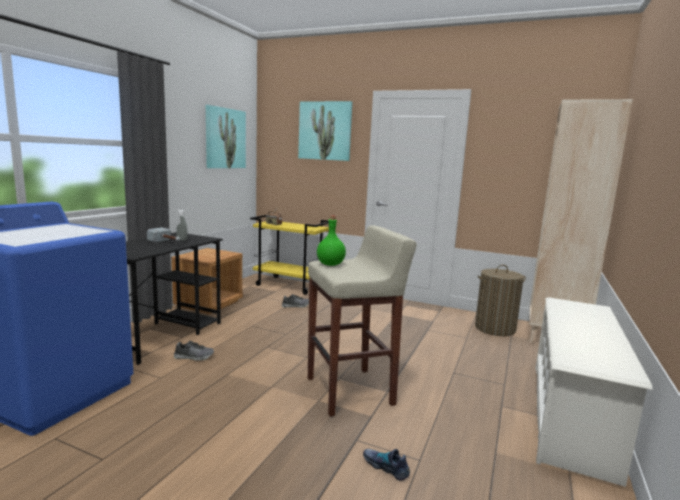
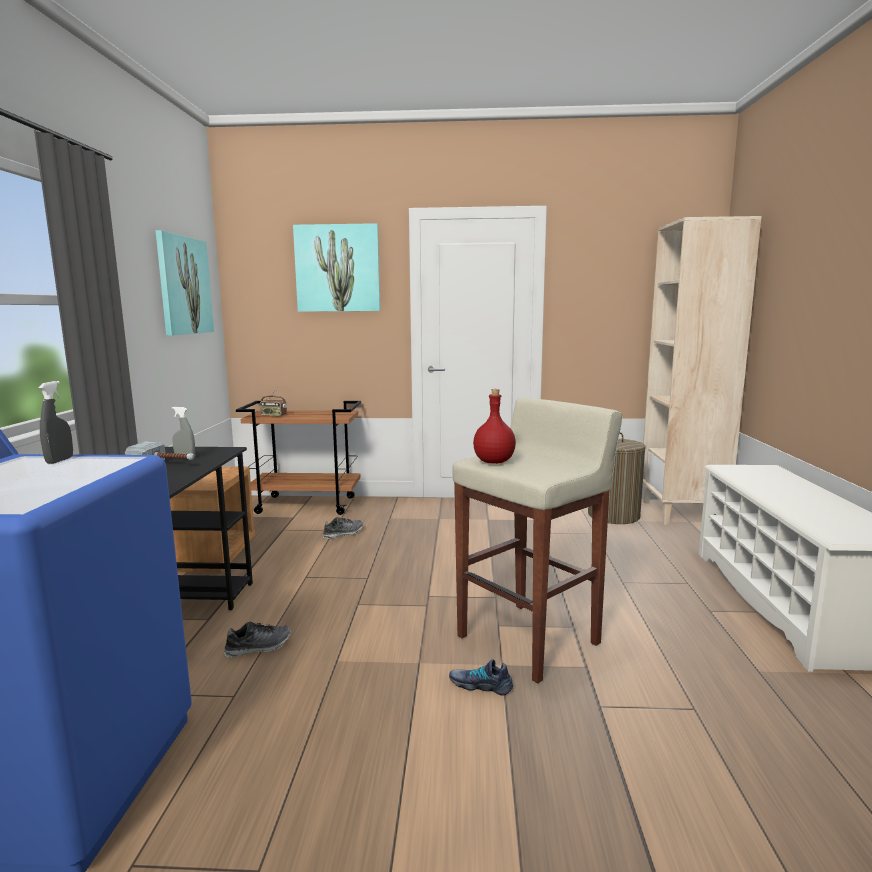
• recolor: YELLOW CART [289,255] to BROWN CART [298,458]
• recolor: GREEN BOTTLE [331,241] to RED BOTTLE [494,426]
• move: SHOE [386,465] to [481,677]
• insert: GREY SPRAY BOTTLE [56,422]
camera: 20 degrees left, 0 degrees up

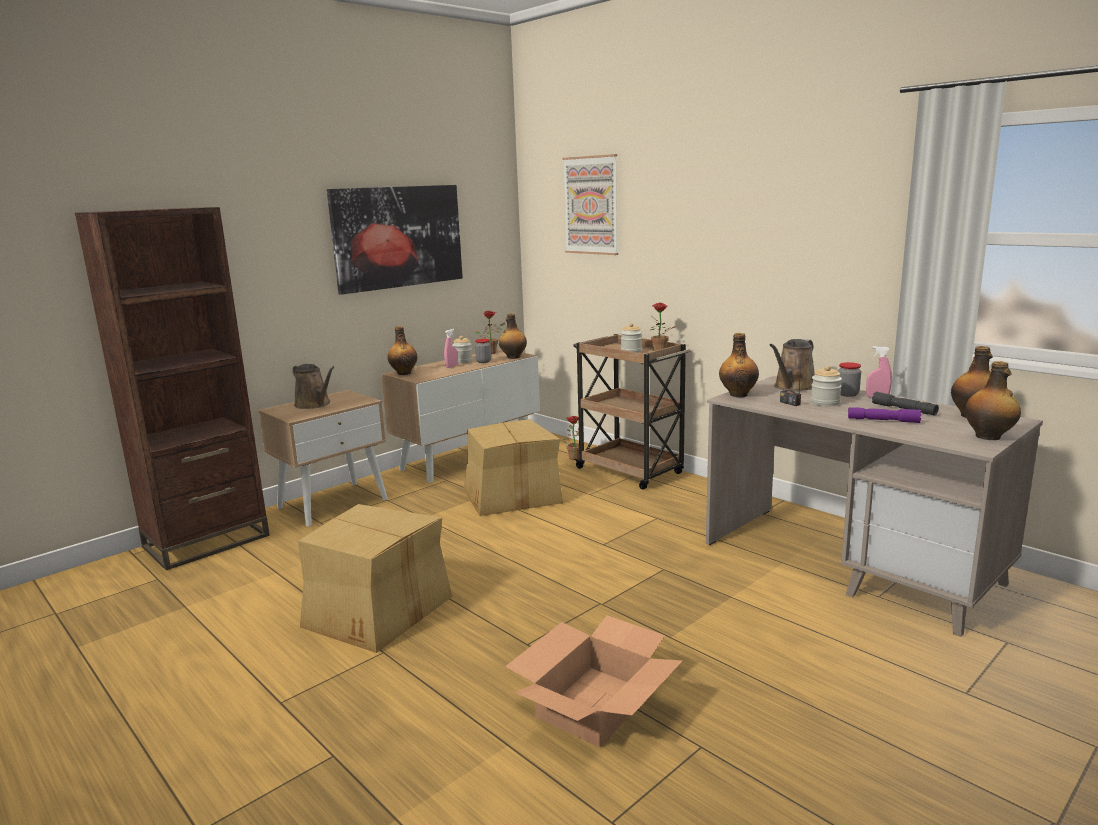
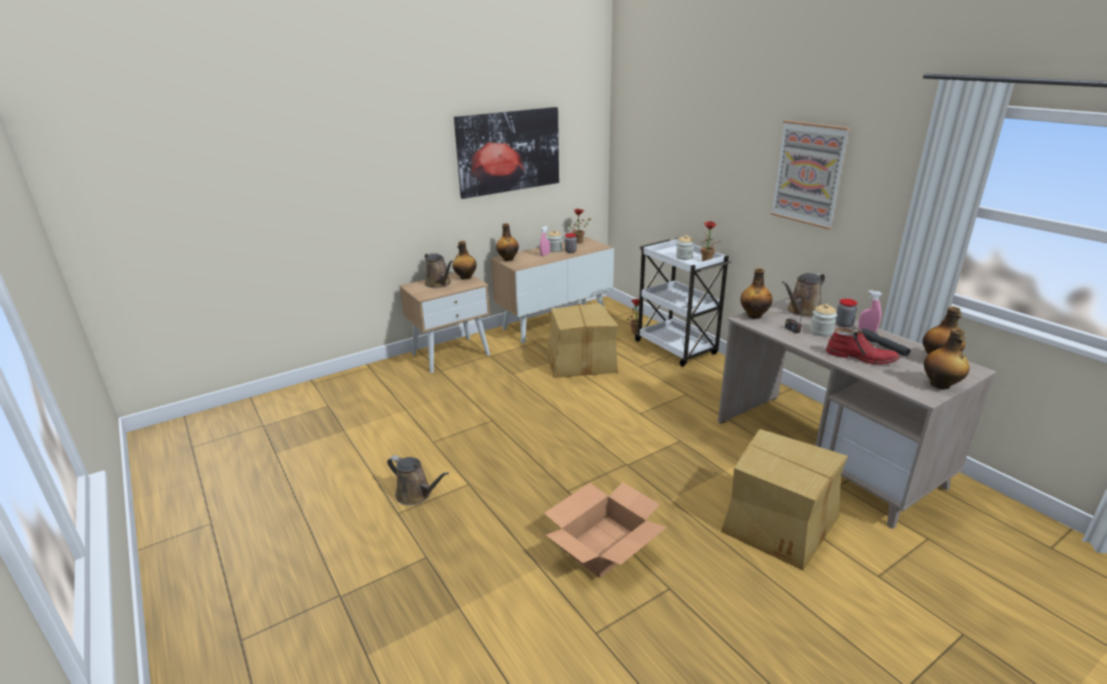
• delete: BROWN BOOKCASE [172,388]
• move: CARDBOARD BOX [375,578] to [784,499]
• move: BOTTLE [513,336] to [464,260]
• move: PICTURE [590,204] to [810,175]
• recolor: BROWN CART [632,412] to WHITE CART [683,302]
• replace: PURPLE FLASHLIGHT [884,415] to RED BOOT [863,346]
• insert: BROWN WATERING CAN [418,480]
camera: 10 degrees right, 10 degrees up

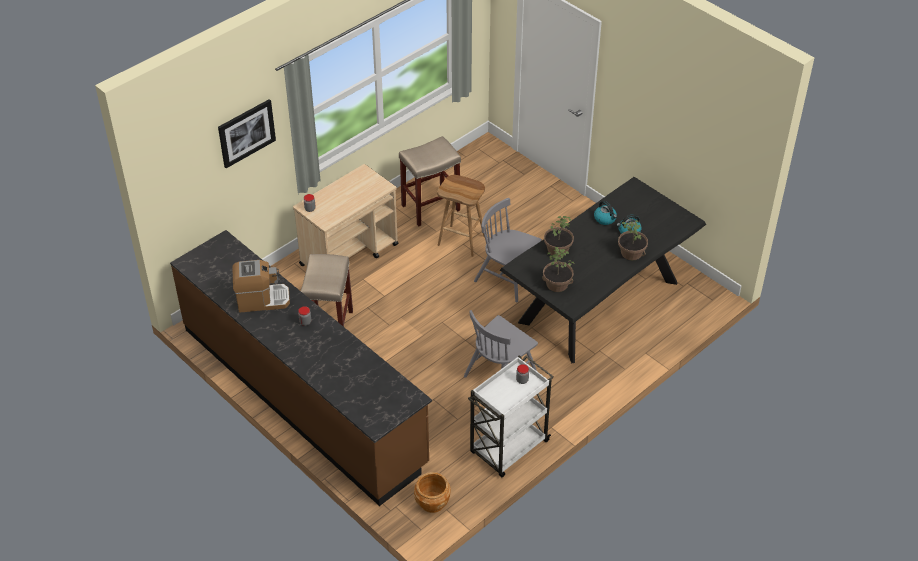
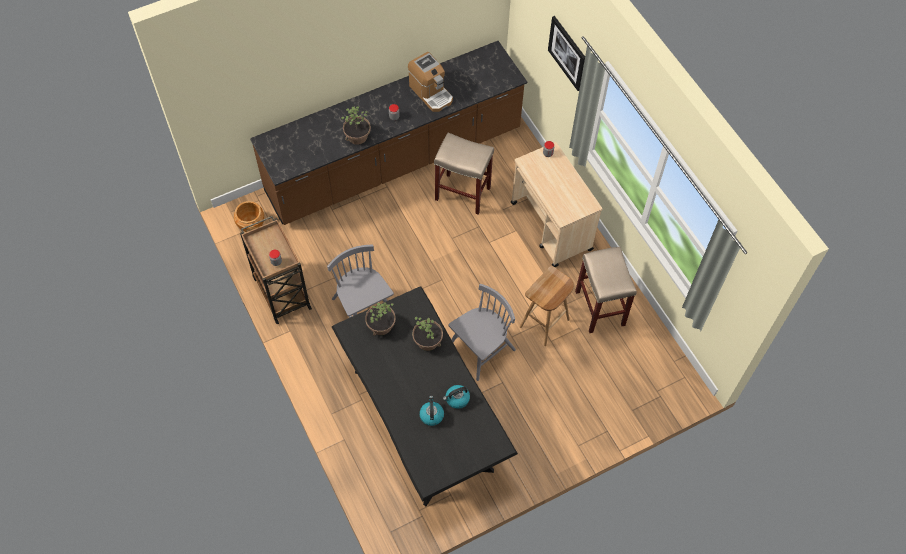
• rotate: COFFEE MACHINE [261,286] = [430,82] 45 degrees counterclockwise
• recolor: WHITE CART [511,416] to BROWN CART [276,270]
• move: POTTED PLANT [633,240] to [356,125]
camera: 105 degrees right, 15 degrees up

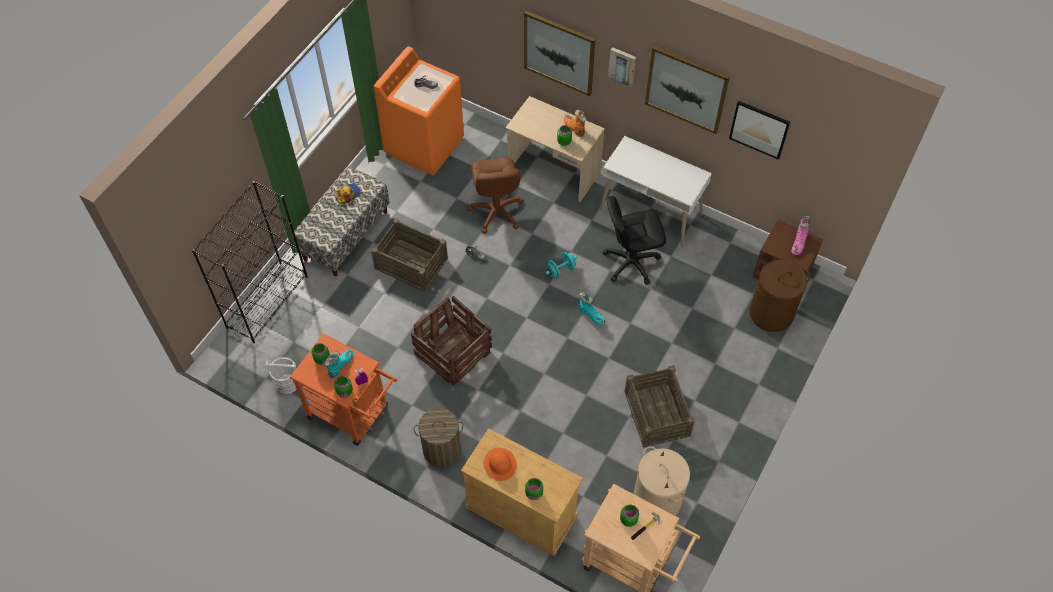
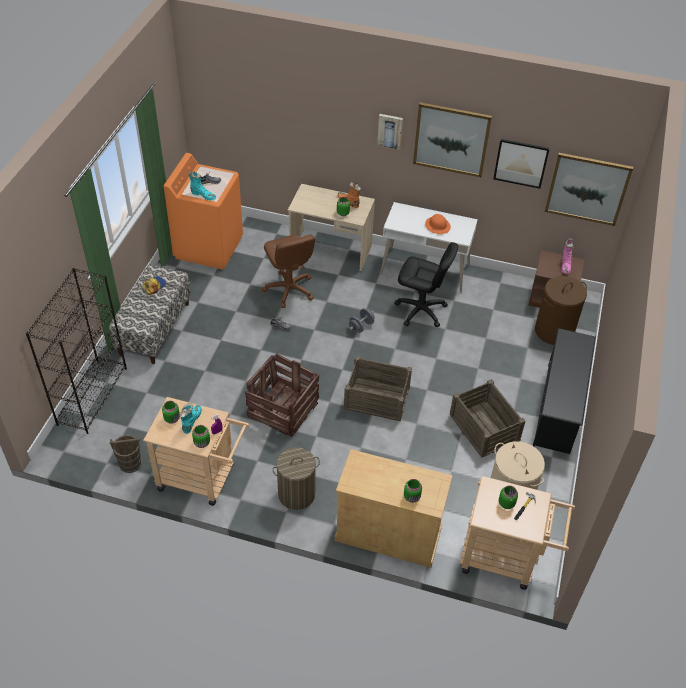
• recolor: WHITE BUCKET [281,375] to BROWN BUCKET [125,454]
• recolor: ORANGE CART [343,389] to BEIGE CART [196,451]
• move: CRATE [409,255] to [378,388]
• move: ORANGE HARD HAT [500,464] to [438,224]
• move: PICTURE [559,53] to [589,189]
• recolor: TURQUOISE DUMBBELL [561,265] to GREY DUMBBELL [362,320]
• move: TURQUOISE BOOT [592,308] to [202,185]
• rotate: BLACK OFFICE CHAIR [634,240] = [426,284] 135 degrees counterclockwise
• insert: BLACK SHOE RACK [564,391]
camera: 15 degrees left, 10 degrees down

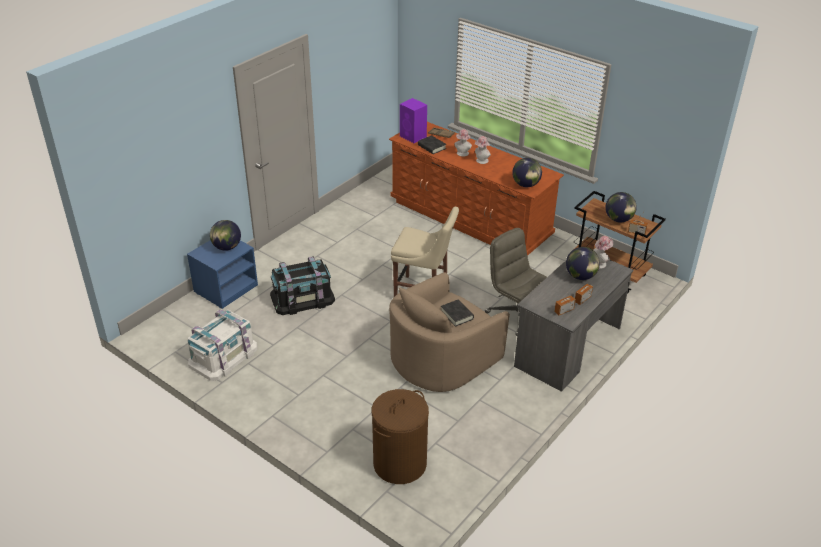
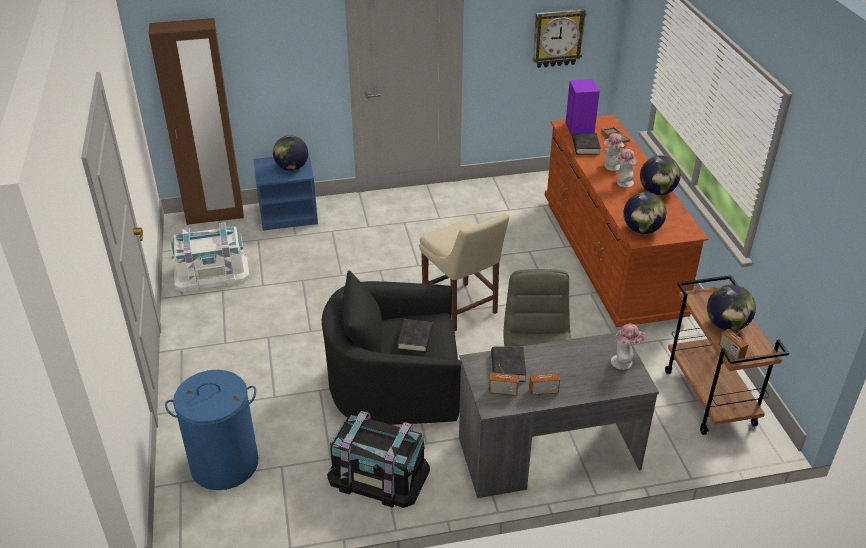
• move: BLACK STORAGE BOX [302,285] to [378,459]
• recolor: BROWN LAUNDRY BASKET [400,436] to BLUE LAUNDRY BASKET [211,430]
• recolor: BEIGE ARMCHAIR [449,332] to BLACK ARMCHAIR [391,347]
• move: GLOBE [583,263] to [660,175]
• insert: BROWN WARDROBE [196,121]
• insert: BLACK BOOK [508,364]
• insert: WALL CLOCK [559,38]
camera: 40 degrees right, 0 degrees up

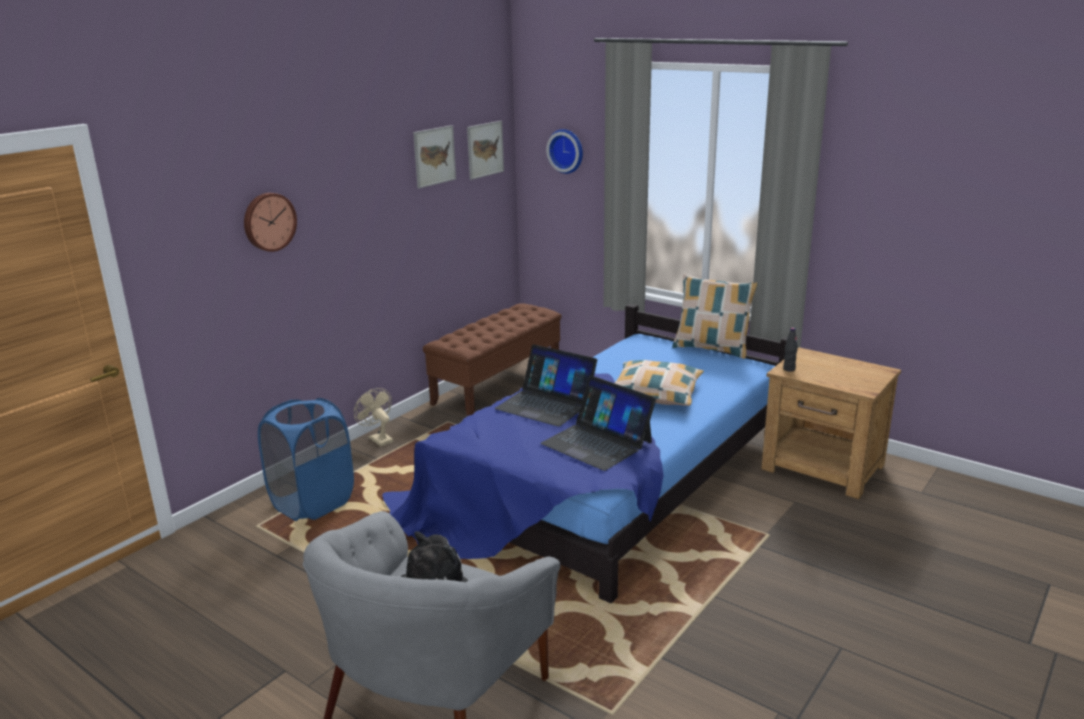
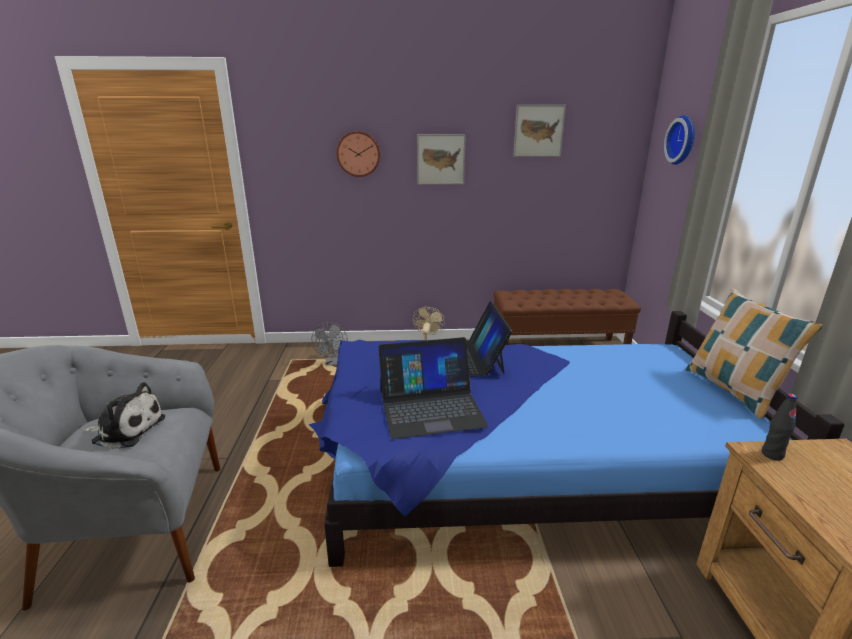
• replace: BLUE LAUNDRY BASKET [306,459] to GREY FAN [329,343]
• move: PICTURE [485,150] to [441,159]
• rotate: LAPTOP [598,423] = [433,388] 105 degrees counterclockwise
• delete: PILLOW [659,383]
camera: 50 degrees right, 0 degrees up

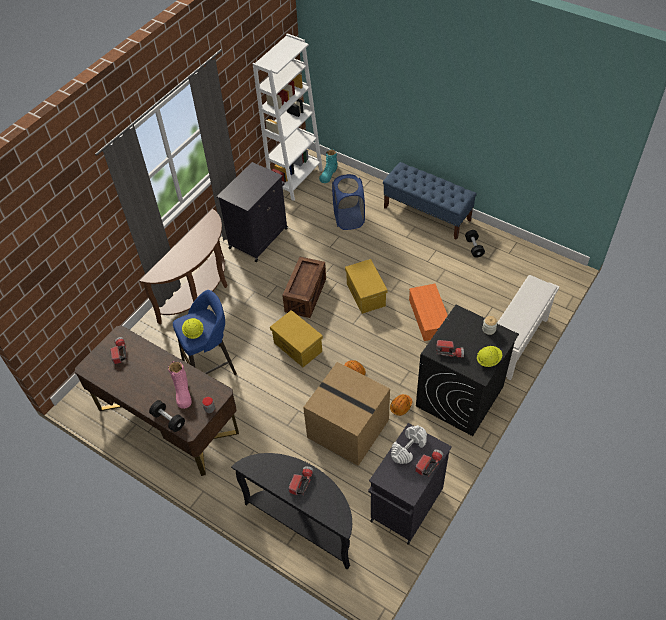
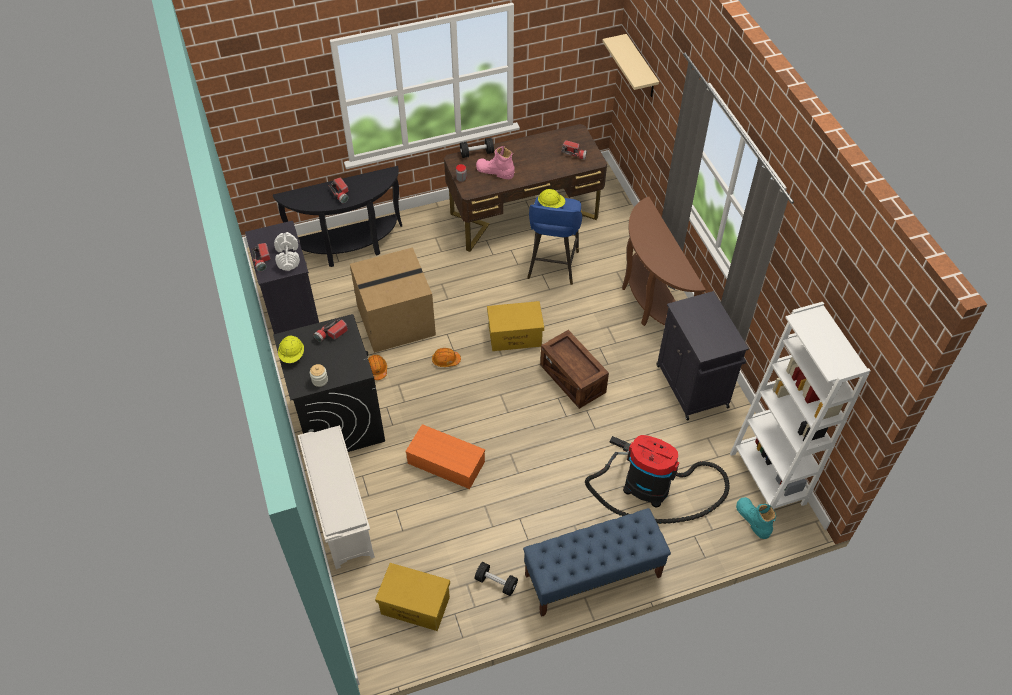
• replace: BLUE LAUNDRY BASKET [348,202] to VACUUM CLEANER [657,479]
• move: YELLOW STORAGE BOX [366,286] to [412,597]
• insert: BEIGE SHELF [630,65]
camera: 125 degrees right, 0 degrees up

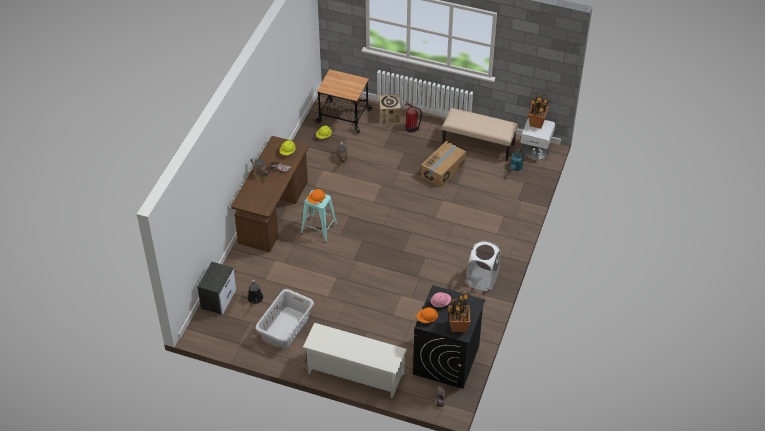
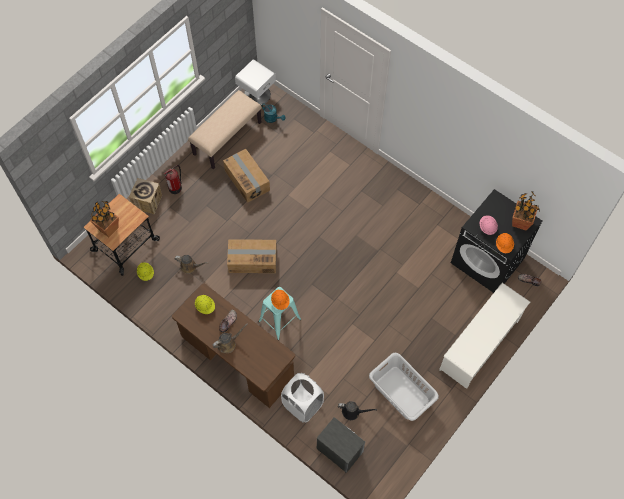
• move: WHITE LAUNDRY BASKET [484,266] to [302,397]
• move: POTTED PLANT [539,109] to [104,219]
• insert: CARDBOARD BOX [252,256]
camera: 70 degrees left, 15 degrees up

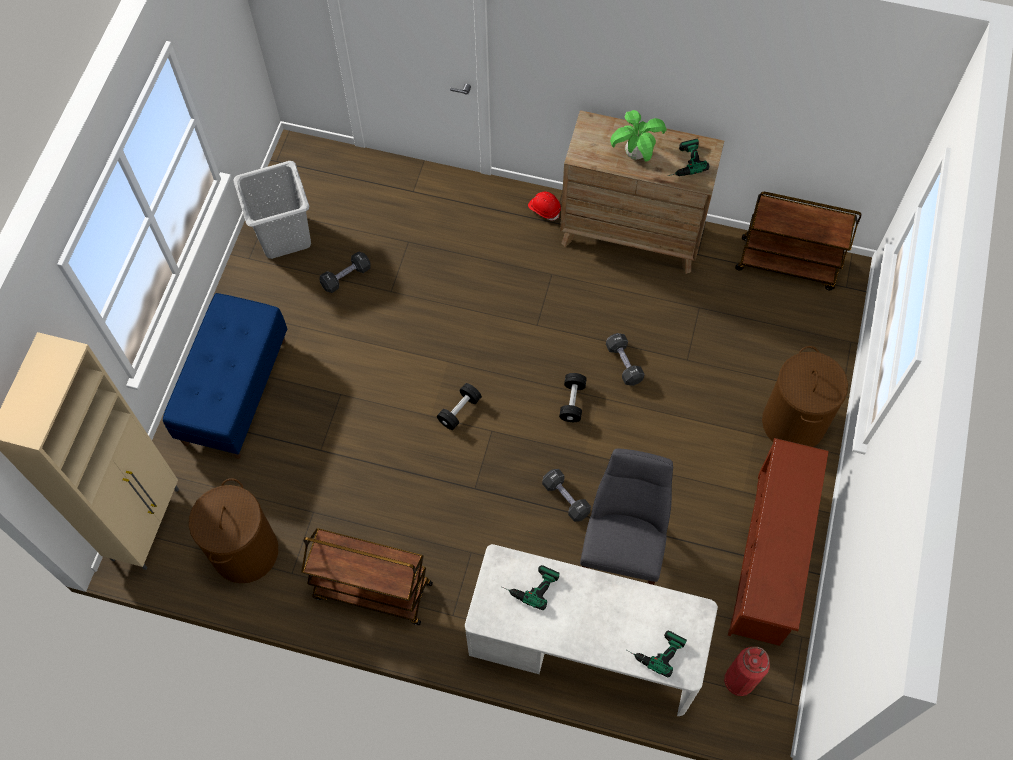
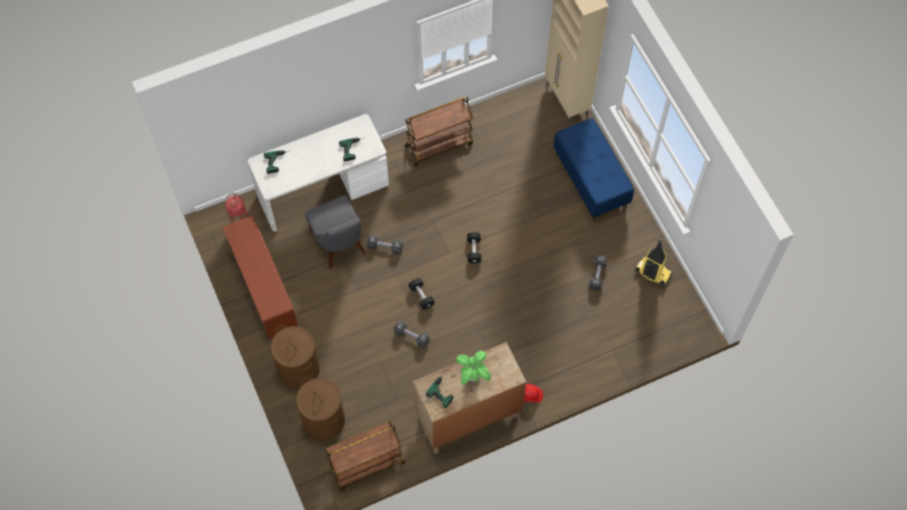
• move: BROWN LAUNDRY BASKET [233,530] to [320,408]
• replace: GREY LAUNDRY BASKET [272,210] to VACUUM CLEANER [653,263]
camera: 140 degrees right, 0 degrees up

